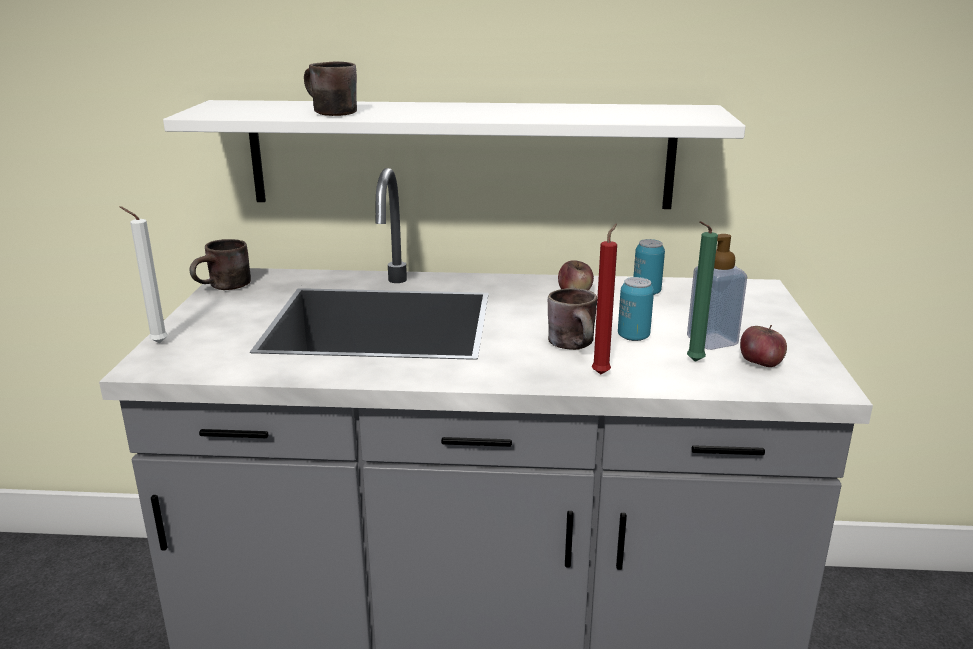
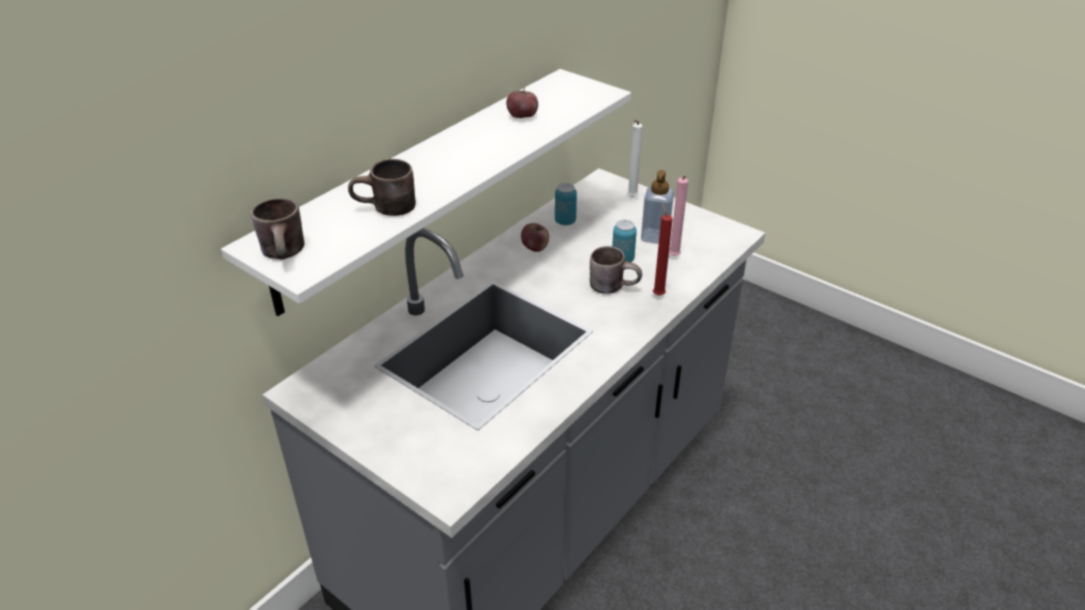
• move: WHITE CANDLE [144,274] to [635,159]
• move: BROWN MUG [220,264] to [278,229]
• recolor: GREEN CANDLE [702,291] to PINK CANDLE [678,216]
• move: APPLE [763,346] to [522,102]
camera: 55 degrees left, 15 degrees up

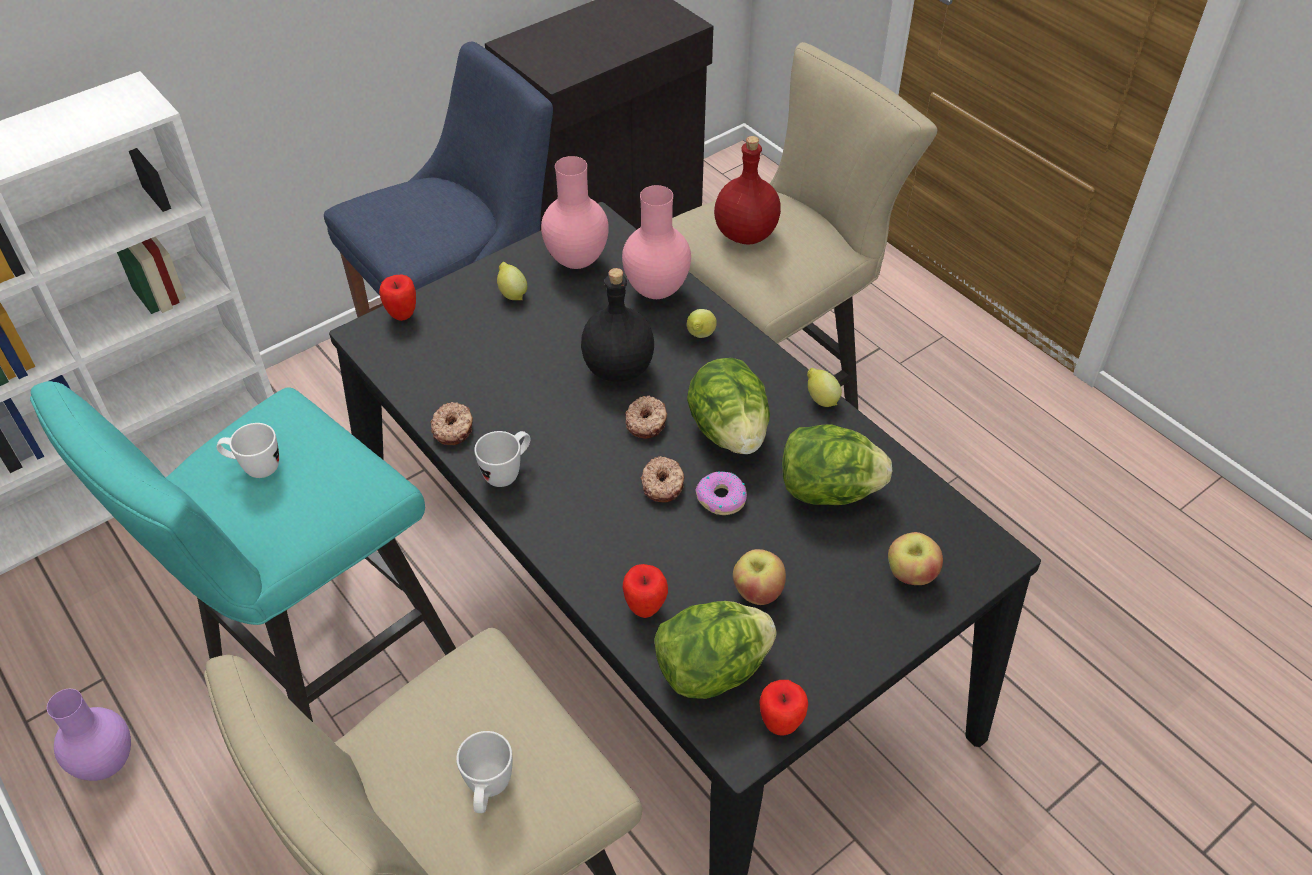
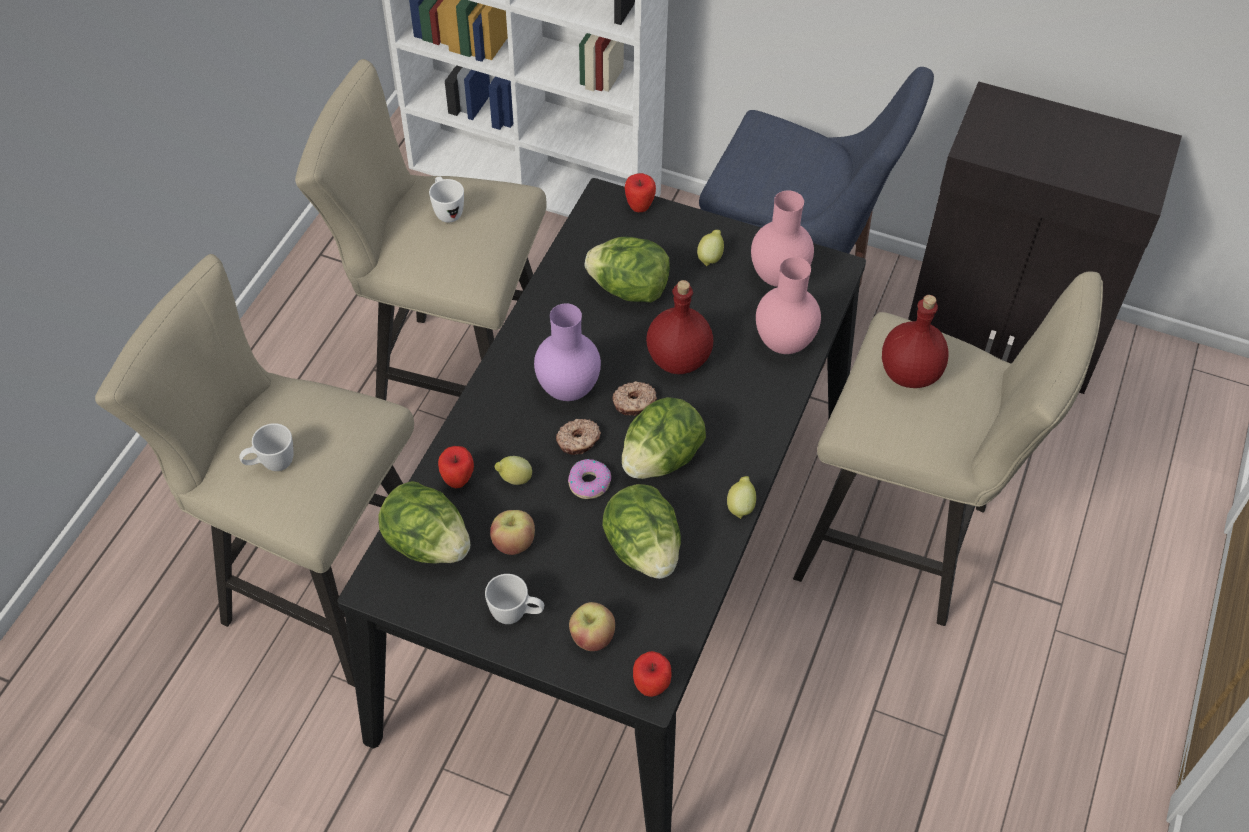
• recolor: TURQUOISE STOOL [243,551] to BEIGE STOOL [420,229]
• move: PURPLE VASE [89,735] to [567,352]
• delete: DONUT [451,423]
• move: WHITE MUG [502,459] to [514,599]
• recolor: BLACK BOTTLE [617,325] to RED BOTTLE [679,327]
• move: LEMON [702,323] to [513,470]
• move: APPLE [783,707] to [652,674]
• insert: LETTUCE [627,269]
camera: 60 degrees right, 5 degrees up

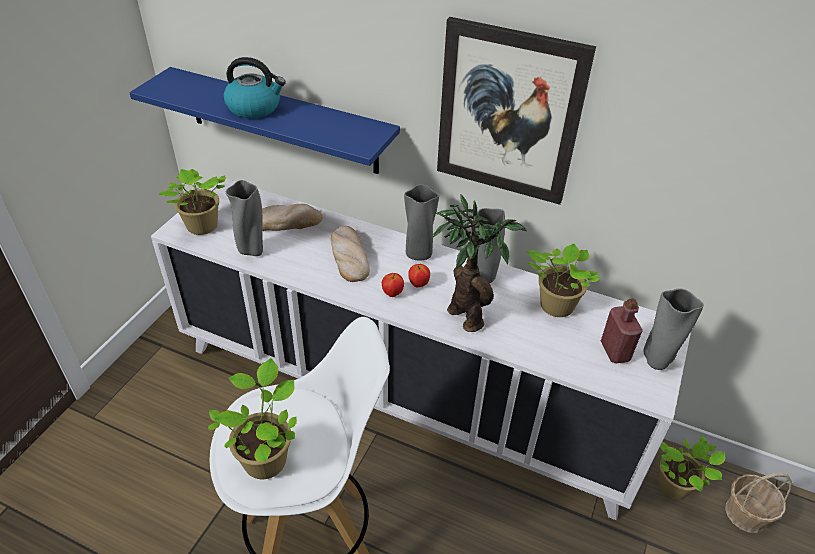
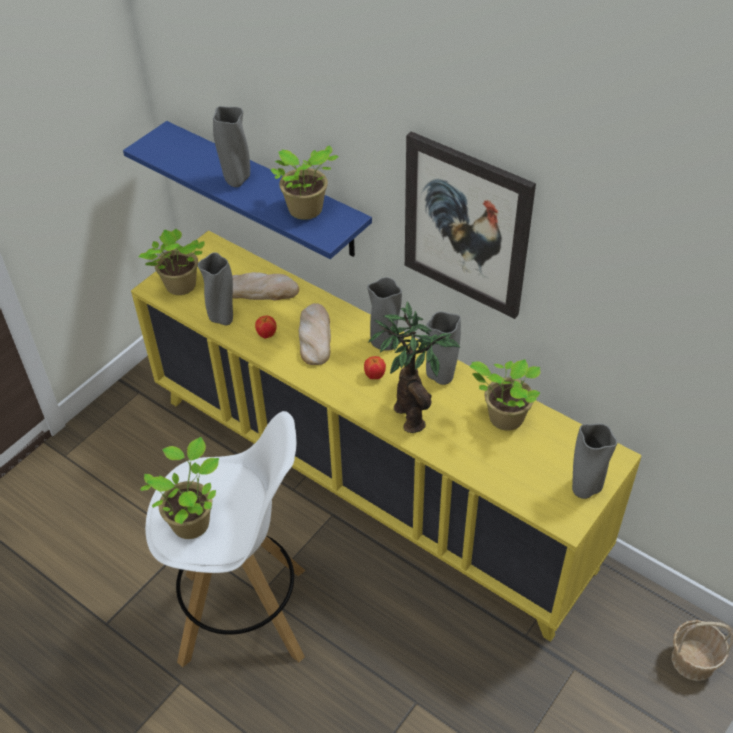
• recolor: WHITE CABINET [421,348] to YELLOW CABINET [386,436]
• replace: KETTLE [255,87] to GREY VASE [231,146]
• move: APPLE [393,285] to [265,327]
• delete: RED BOTTLE [622,330]
• move: POTTED PLANT [691,467] to [304,182]
camera: 15 degrees right, 5 degrees up

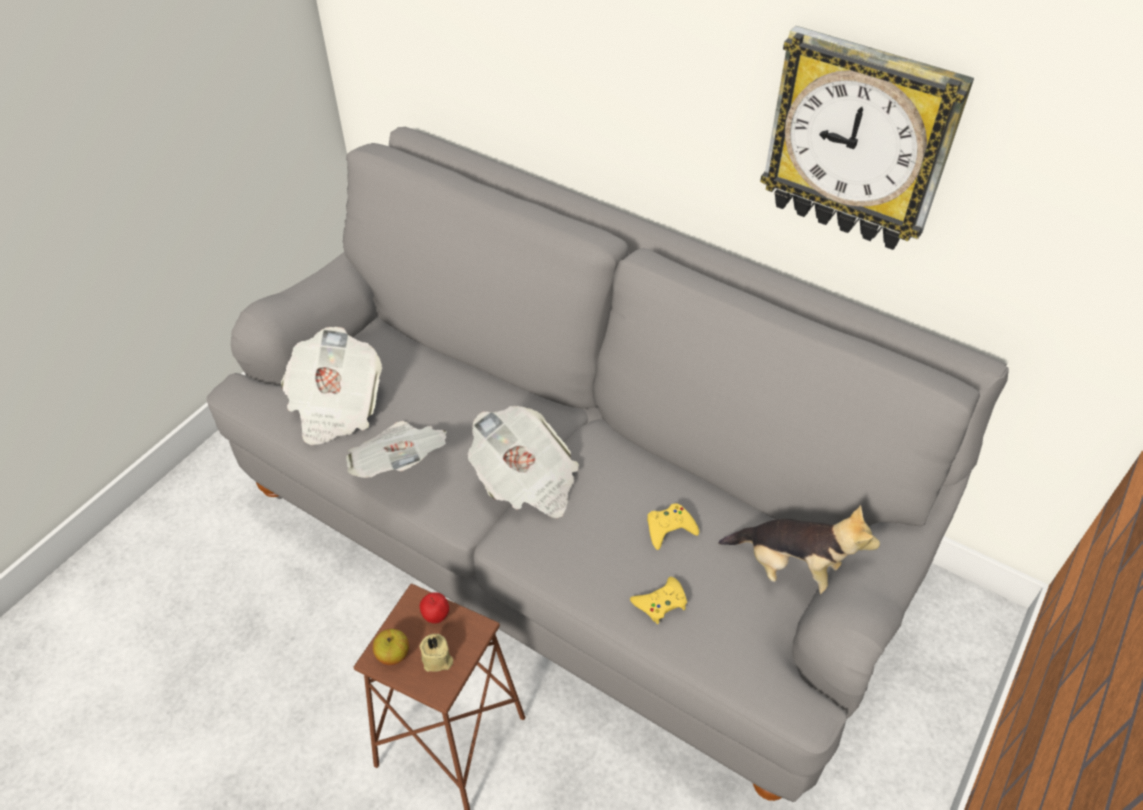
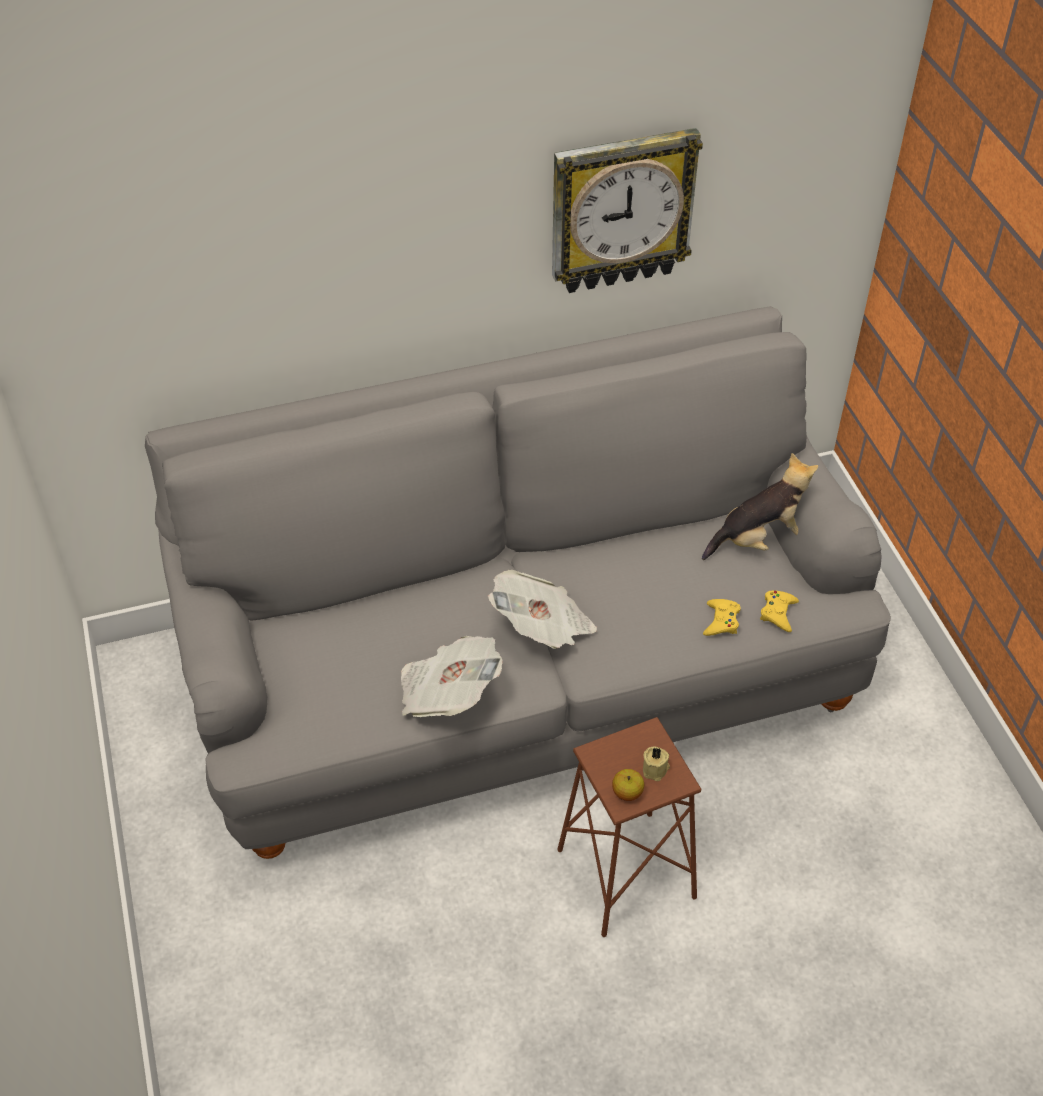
• delete: NEWSPAPER [331,386]
• delete: APPLE [434,607]
• move: YELLOW GAME CONTROLLER [673,526] to [779,611]
camera: 50 degrees left, 0 degrees up

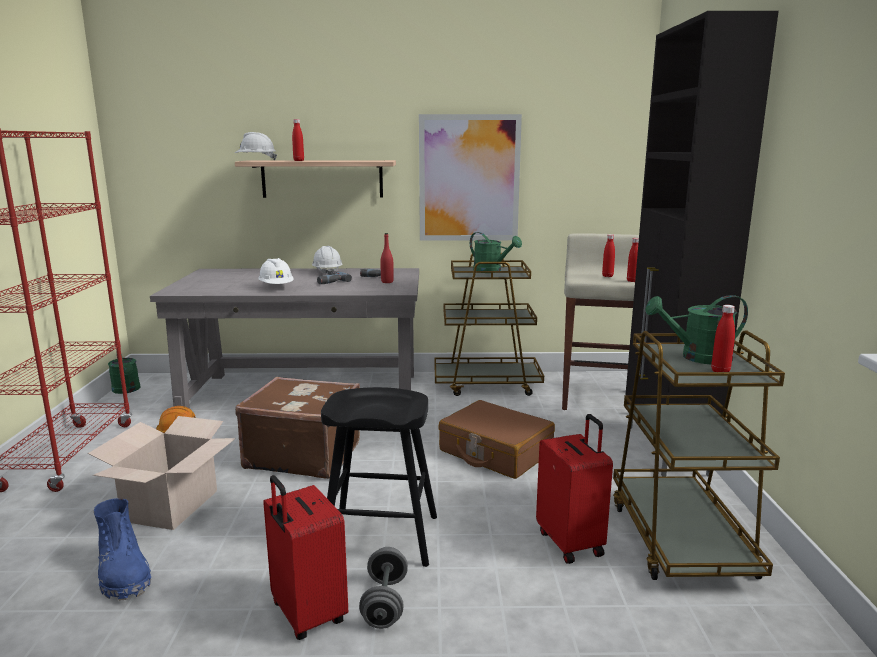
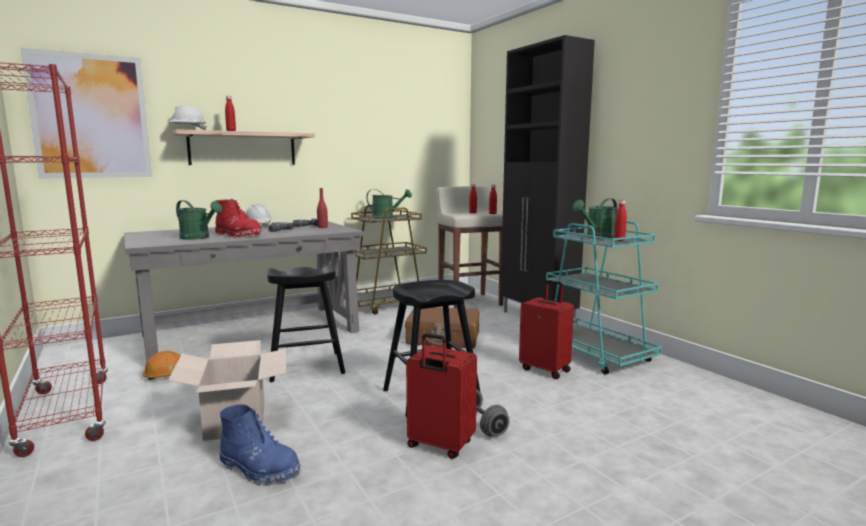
• move: GREEN WATERING CAN [124,374] to [199,220]
• replace: BROWN SUITCASE [297,428] to BLACK STOOL [306,323]
• replace: WHITE HARD HAT [276,271] to RED BOOT [238,218]
• move: PICTURE [470,177] to [86,113]
• recolor: BROWN CART [699,455] to TURQUOISE CART [604,298]
camera: 30 degrees left, 5 degrees down

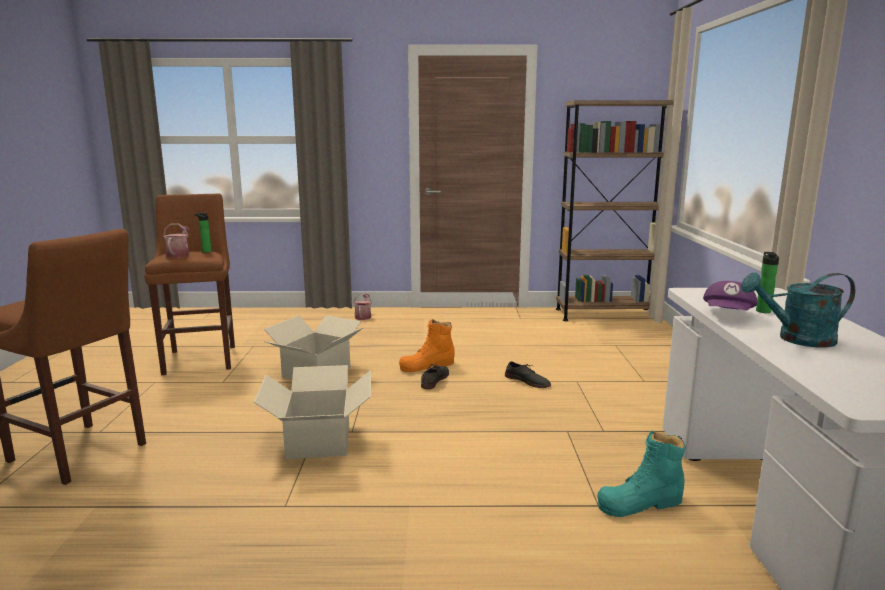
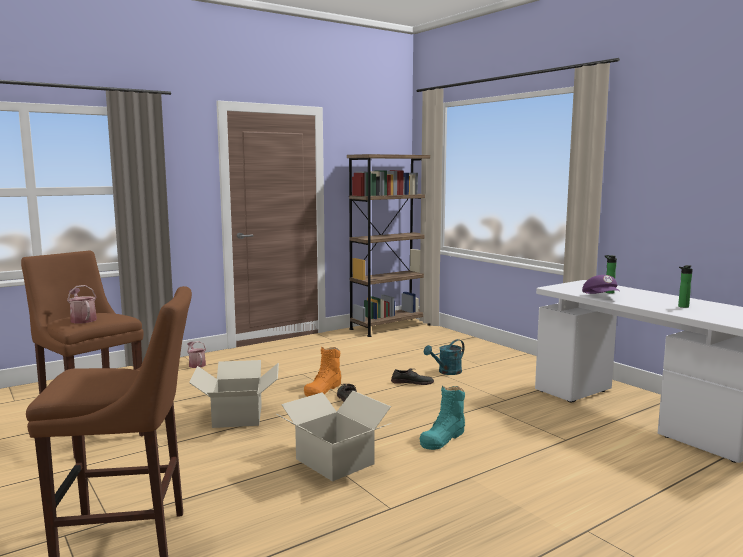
• move: BOTTLE [203,233] to [685,286]
• move: TURQUOISE BOOT [641,473] to [442,418]
• move: TURQUOISE WATERING CAN [798,309] to [444,357]
camera: 35 degrees left, 5 degrees down

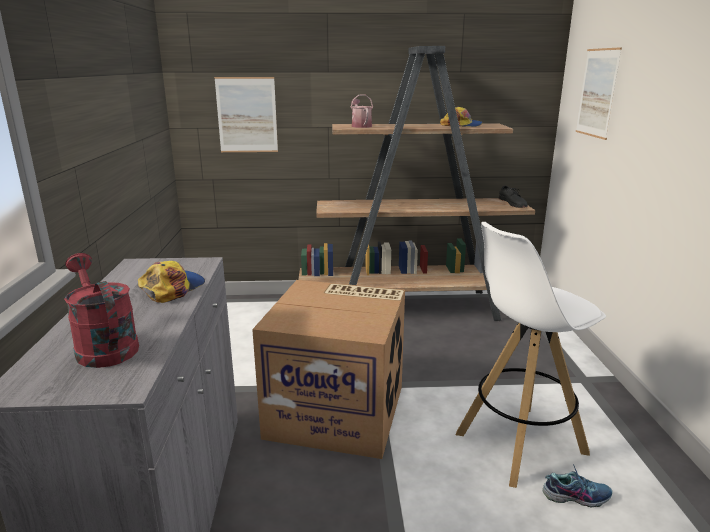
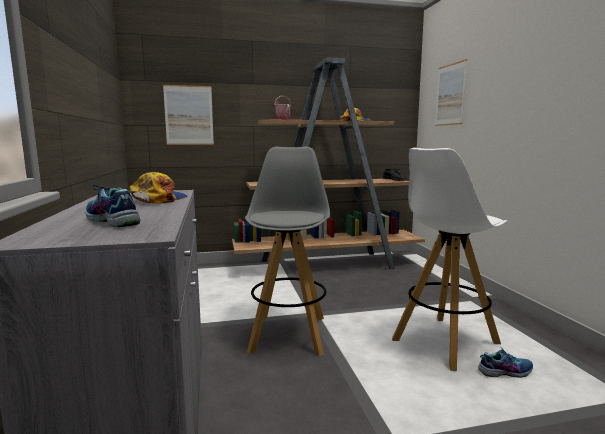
• replace: RED WATERING CAN [101,310] to SHOE [112,205]
• replace: CARDBOARD BOX [328,369] to GREY STOOL [287,251]
camera: 10 degrees left, 10 degrees down

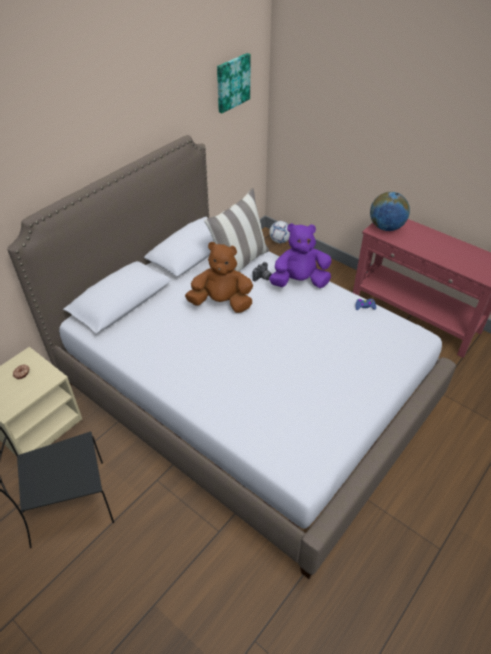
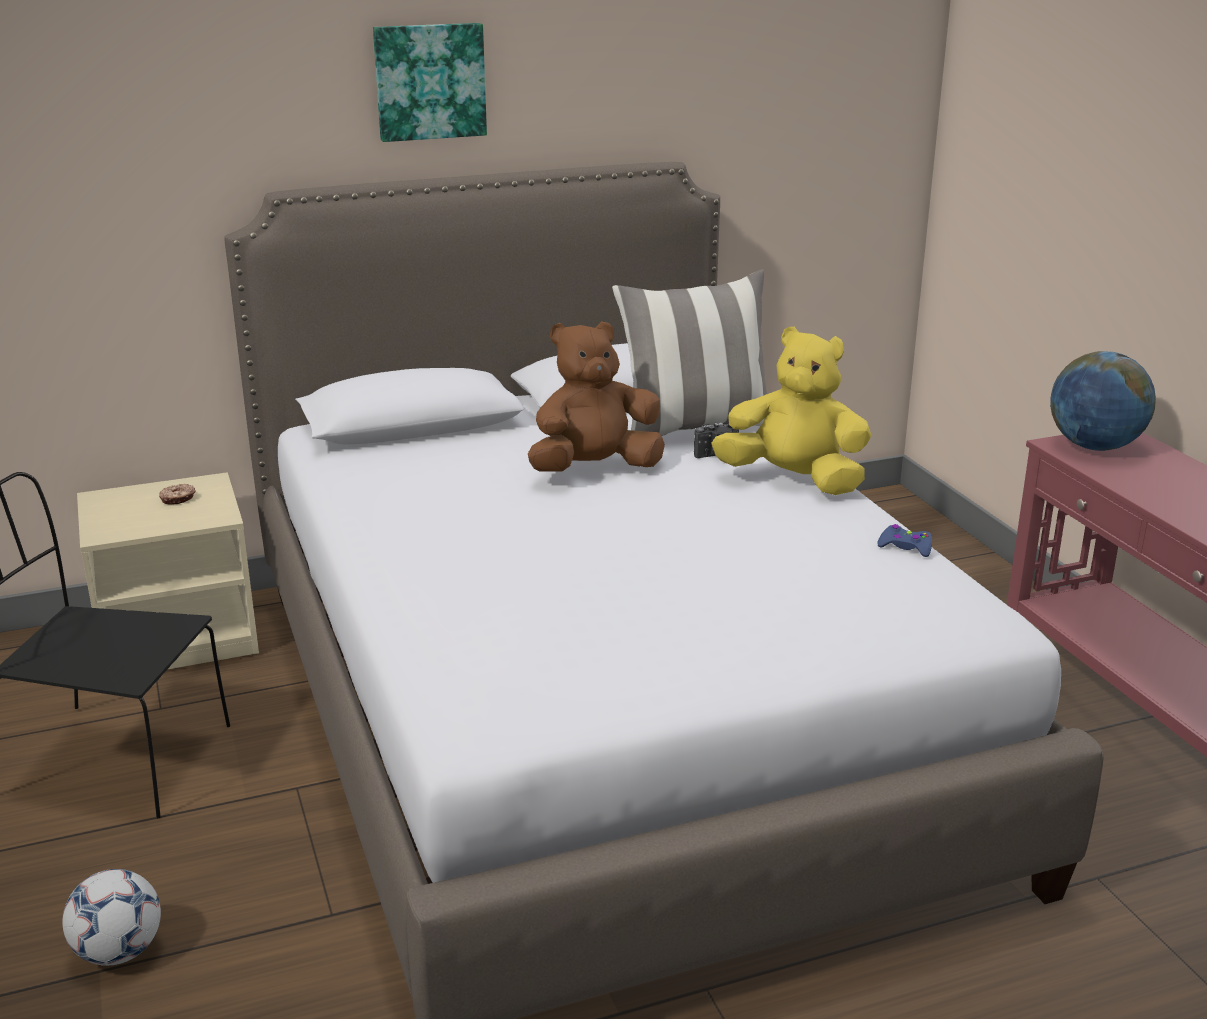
• rotate: BROWN PLUSH TOY [219,277] = [596,396] 60 degrees counterclockwise
• move: PICTURE [234,83] to [430,82]
• move: FOOTBALL [279,232] to [111,917]
• recolor: PURPLE PLUSH TOY [300,255] to YELLOW PLUSH TOY [791,411]
camera: 30 degrees right, 20 degrees down

